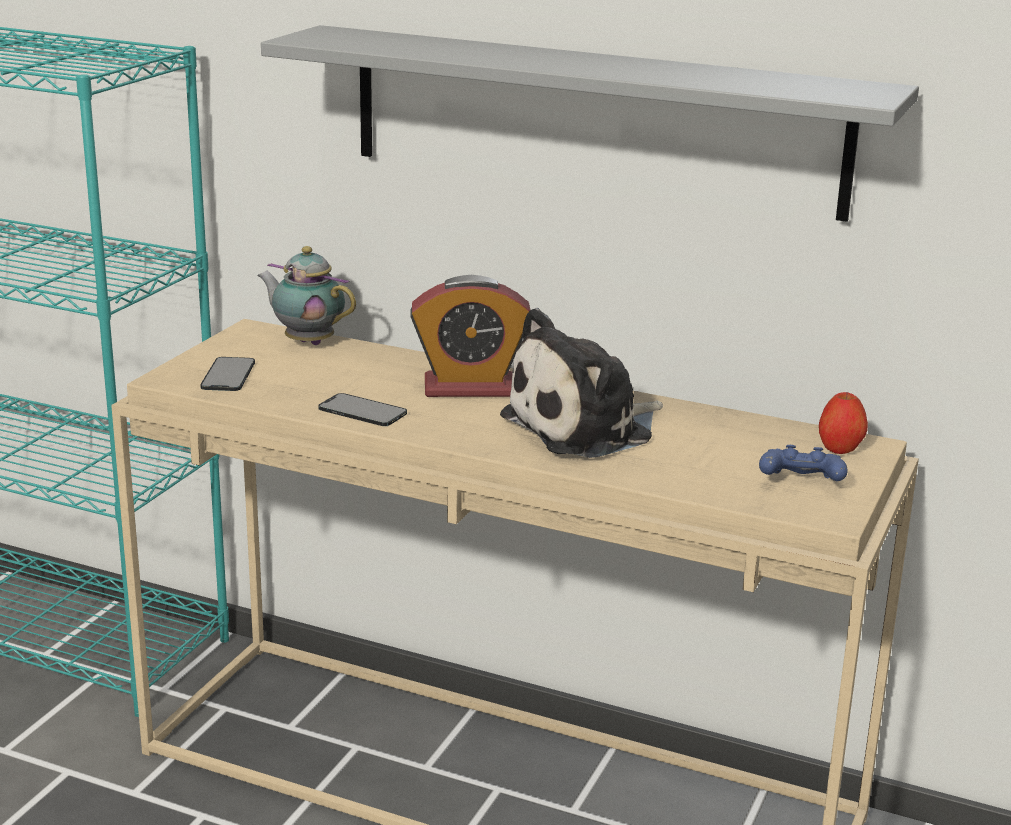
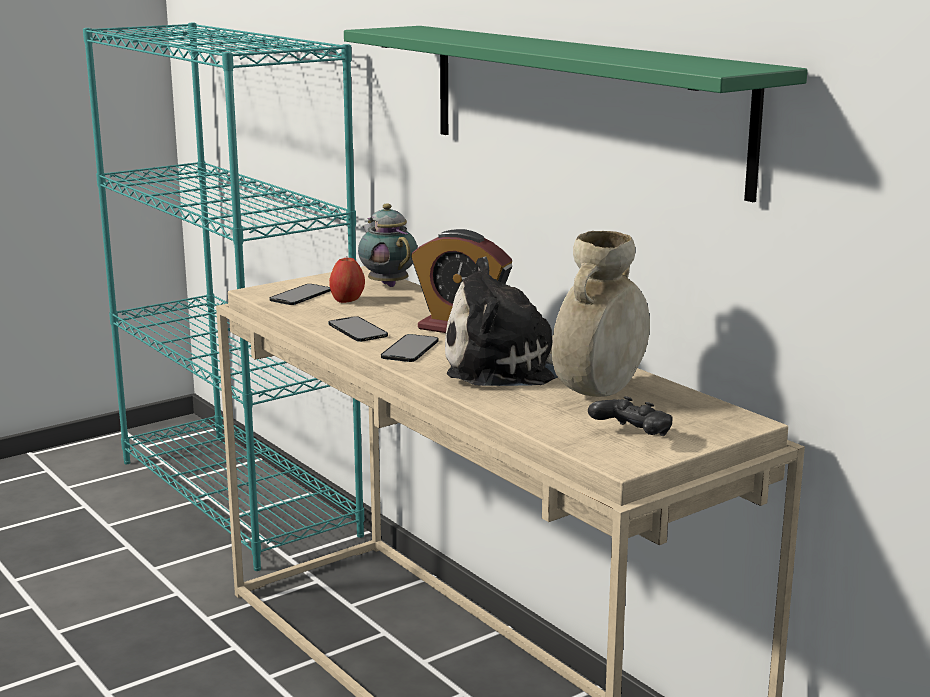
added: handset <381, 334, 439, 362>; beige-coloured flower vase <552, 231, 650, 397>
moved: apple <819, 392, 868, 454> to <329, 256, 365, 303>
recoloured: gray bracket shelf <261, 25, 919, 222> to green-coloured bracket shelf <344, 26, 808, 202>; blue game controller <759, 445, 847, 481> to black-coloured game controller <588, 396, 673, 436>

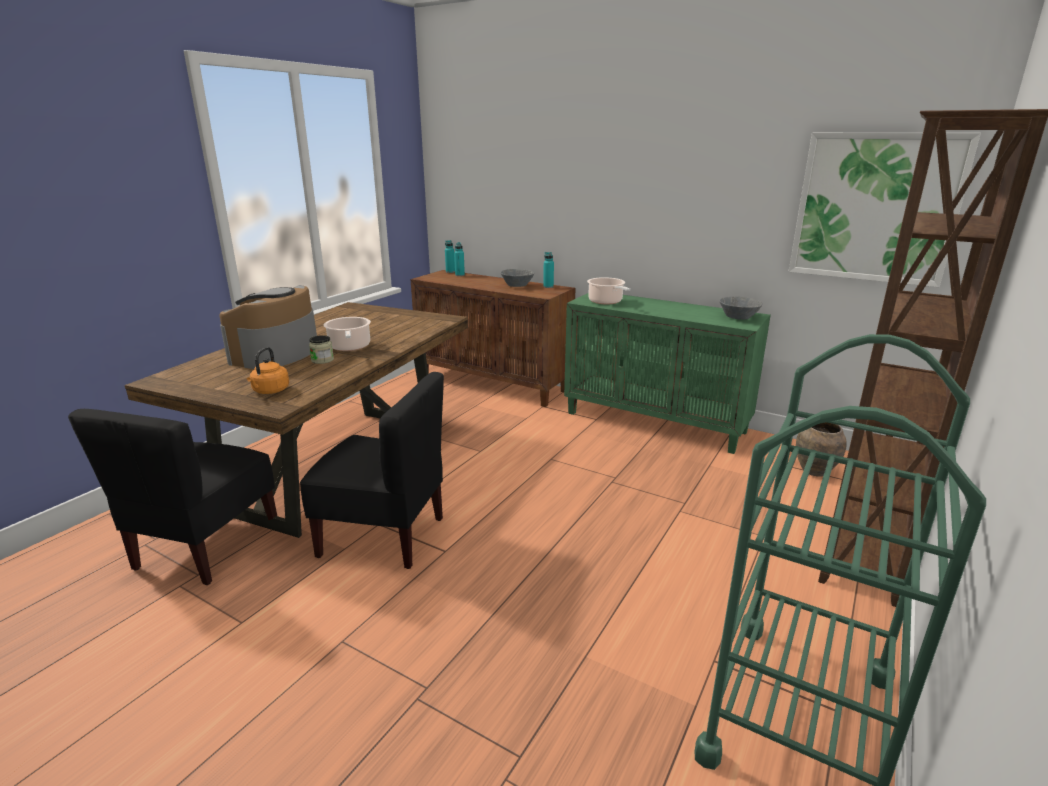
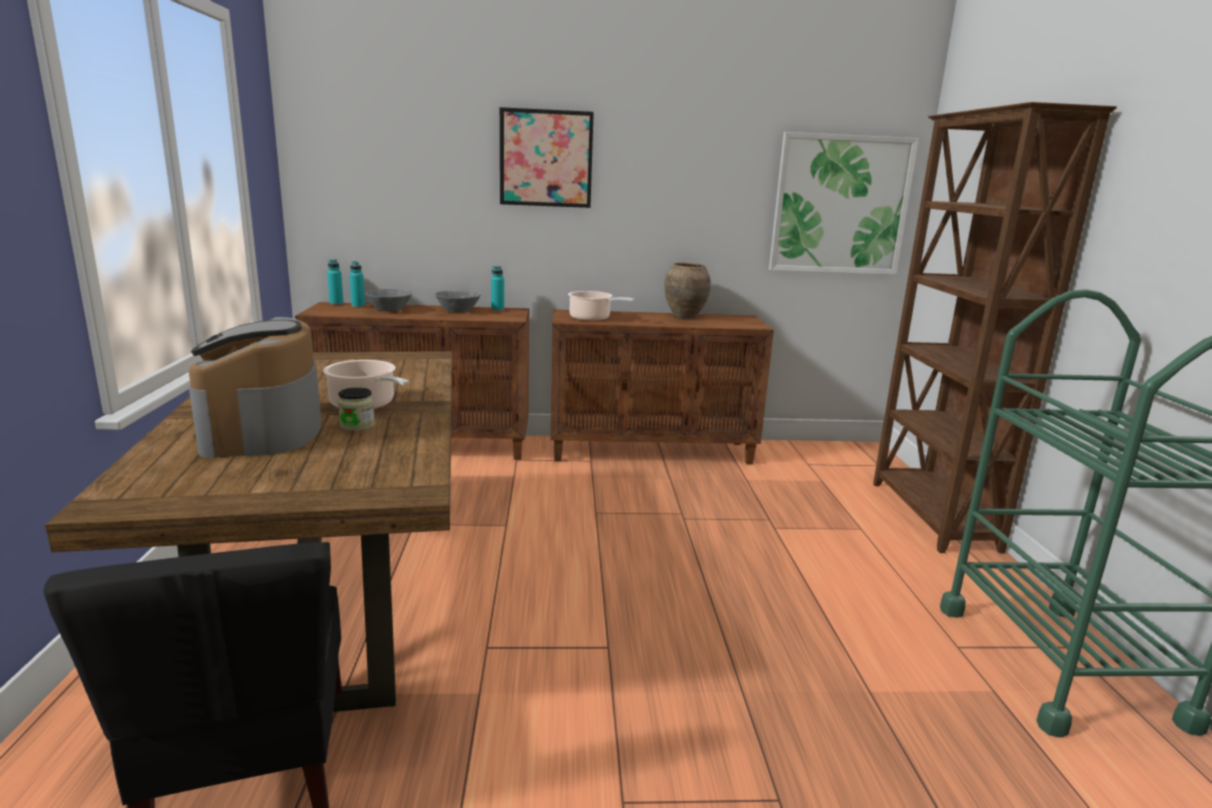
removed: orangey tea kettle <247, 347, 289, 394>; black-coloured upright chair <300, 372, 444, 569>
added: picture <500, 107, 594, 208>
moved: gray deep dish <719, 296, 762, 320> to <365, 289, 412, 312>; brown-coloured flower vase <796, 422, 847, 476> to <665, 263, 711, 319>
recoloured: green-coloured storage cabinet <564, 293, 771, 454> to brown-coloured storage cabinet <550, 310, 774, 465>

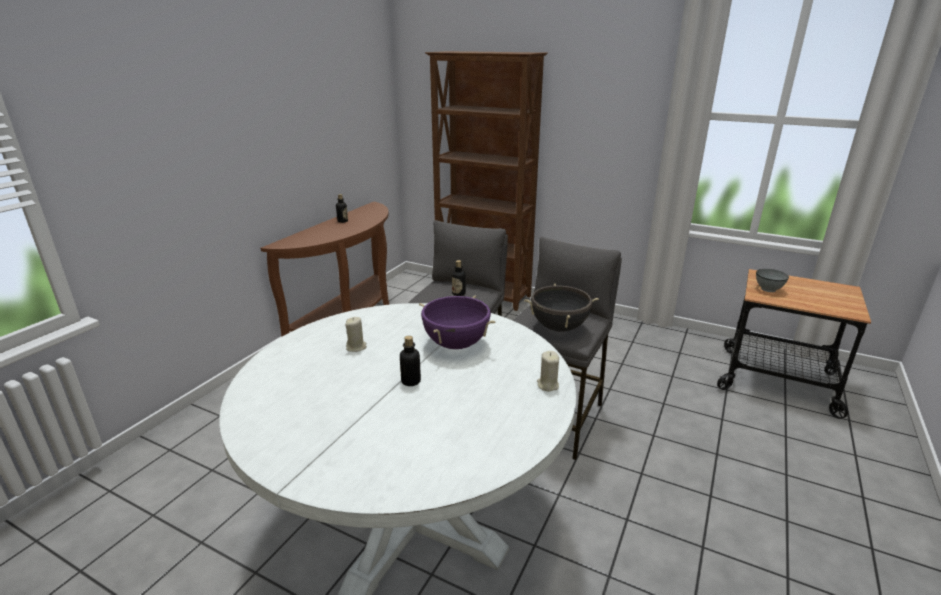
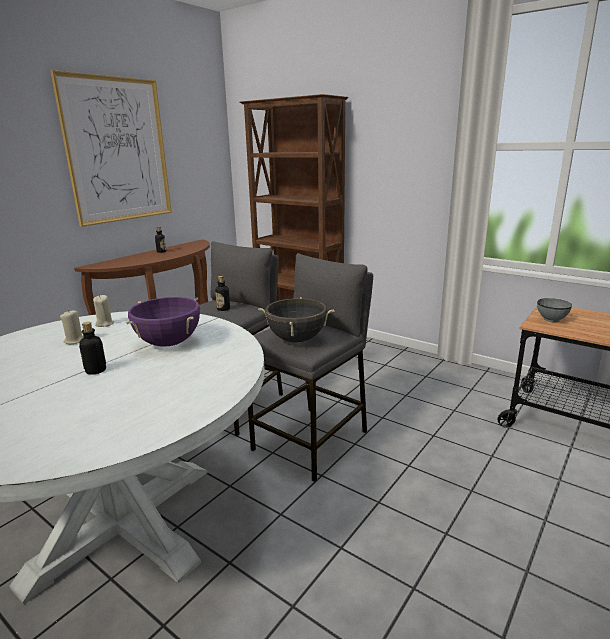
added: picture <50, 70, 172, 227>
moved: beige-coloured candle <537, 351, 559, 392> to <93, 295, 114, 327>

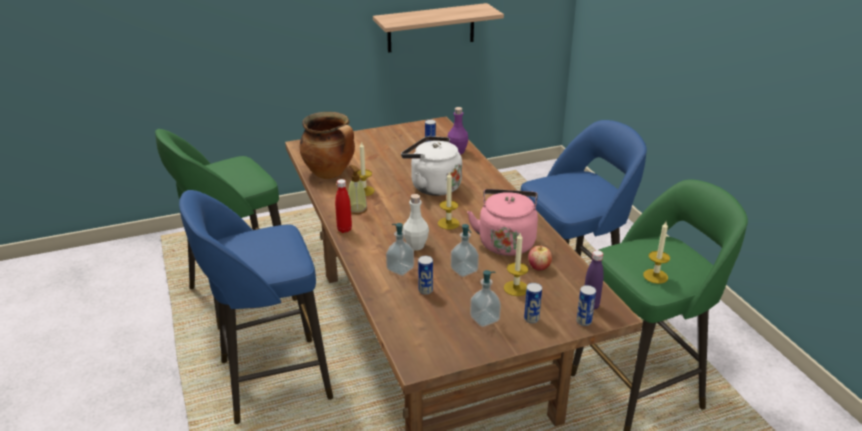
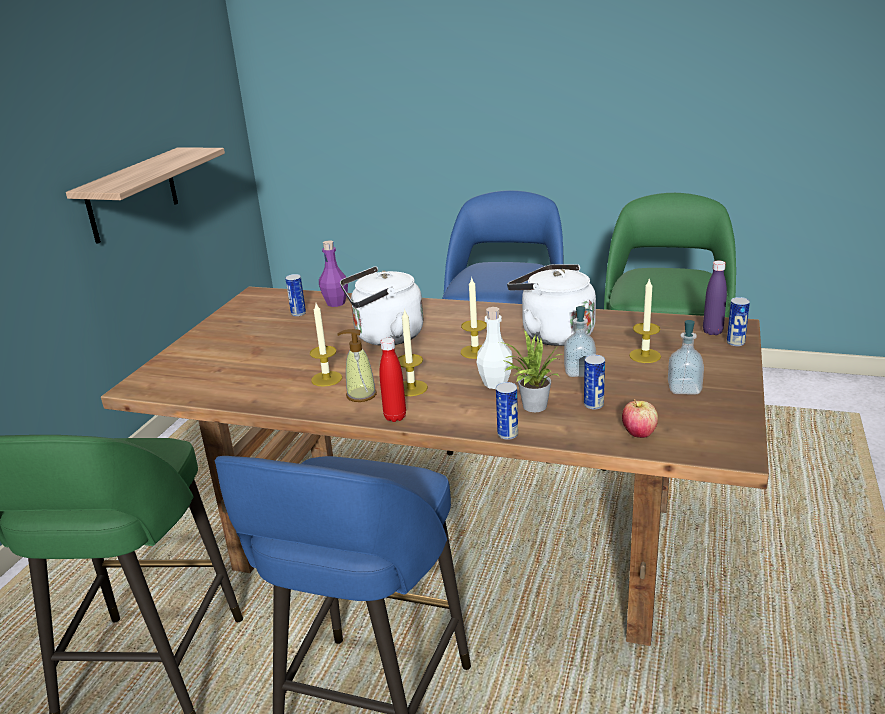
removed: stockpot <300, 112, 355, 179>
moved: metal can <524, 283, 542, 323> to <496, 382, 518, 440>; apple <528, 245, 552, 271> to <622, 399, 658, 438>; candle <643, 222, 670, 284> to <398, 309, 428, 396>
replaced: liquid soap bottle <386, 223, 414, 276> to houseplant <499, 330, 563, 412>
recoloured: pink-coloured tea kettle <467, 189, 538, 256> to whitish tea kettle <507, 264, 596, 346>

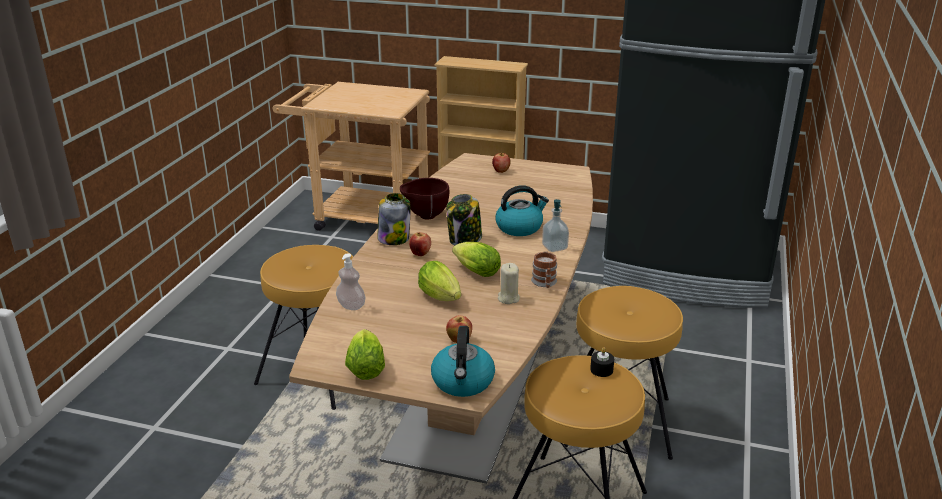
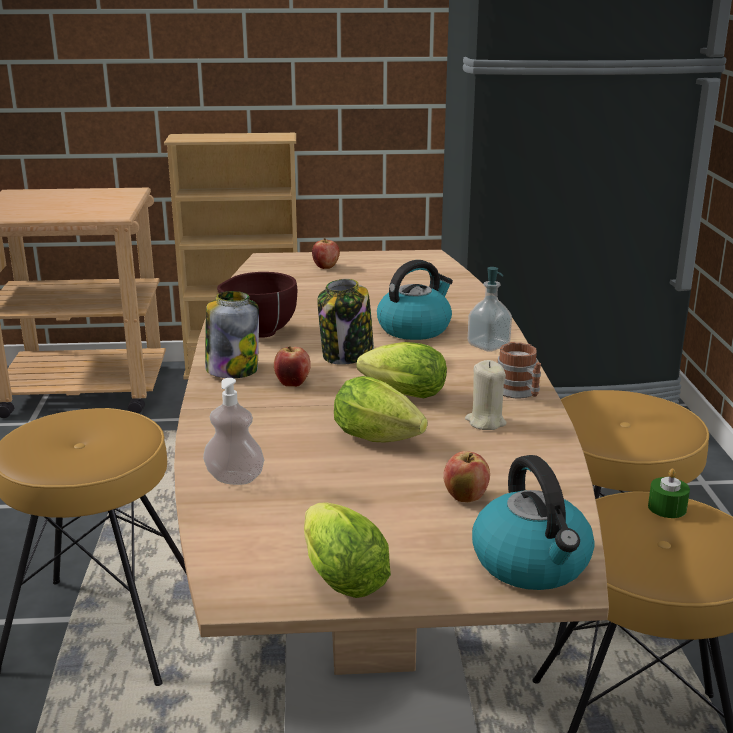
recoloured: black-coloured candle <590, 347, 614, 377> to green-coloured candle <648, 469, 690, 518>

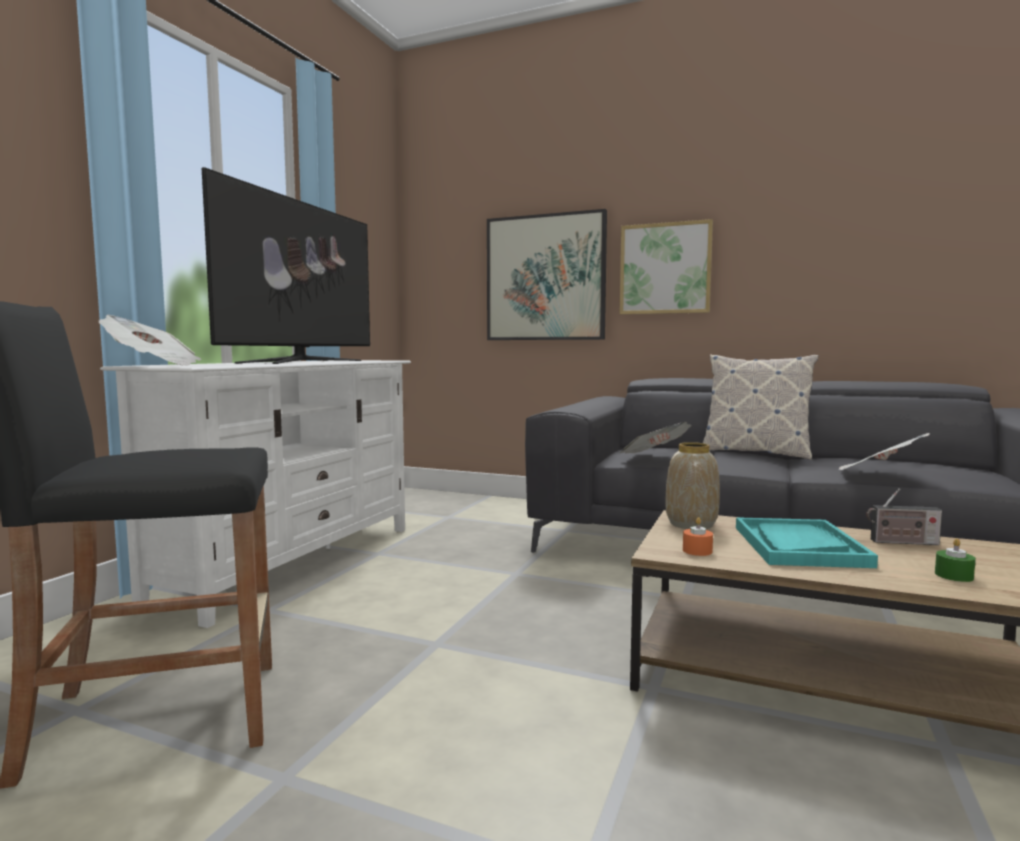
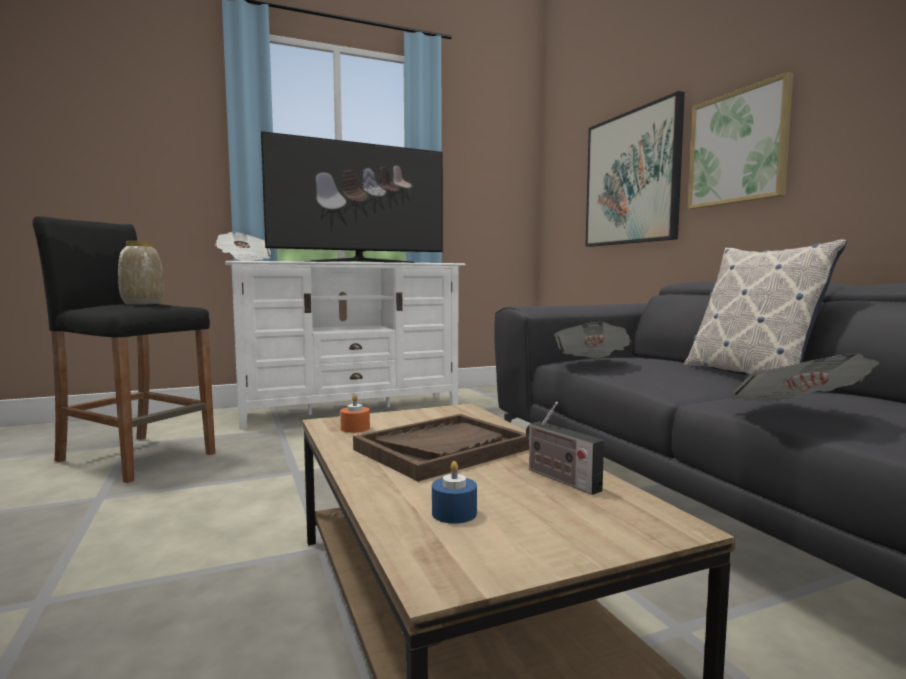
moved: flower vase <666, 442, 720, 529> to <118, 241, 164, 305>
recoloured: turquoise-coloured carrying tray <736, 517, 878, 568> to brown-coloured carrying tray <353, 414, 529, 482>; green-coloured candle <935, 538, 976, 582> to blue candle <432, 461, 477, 524>

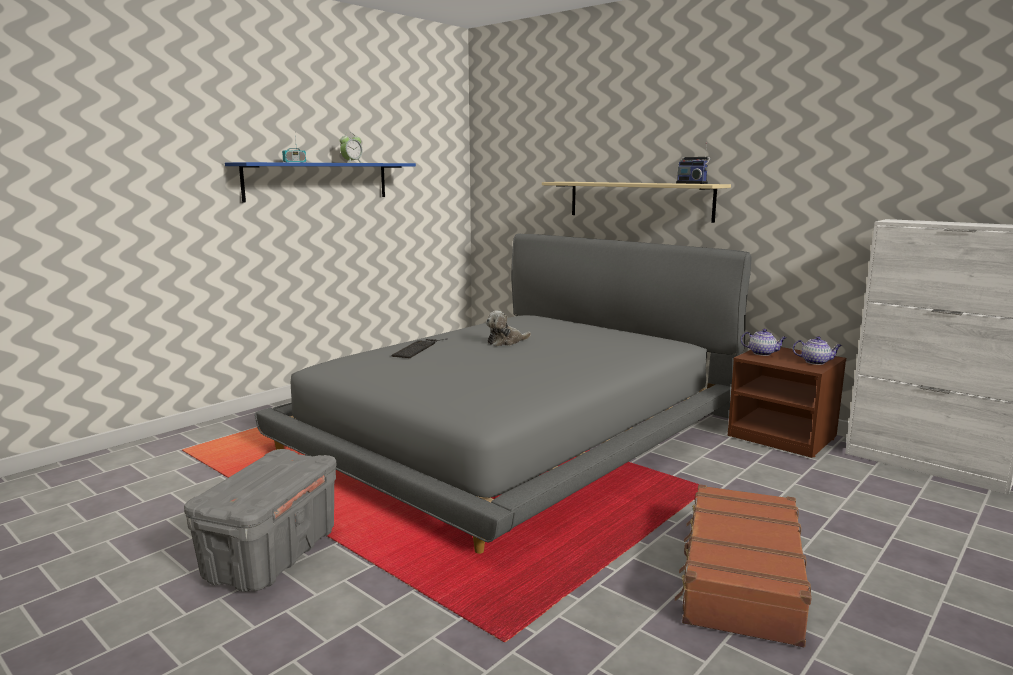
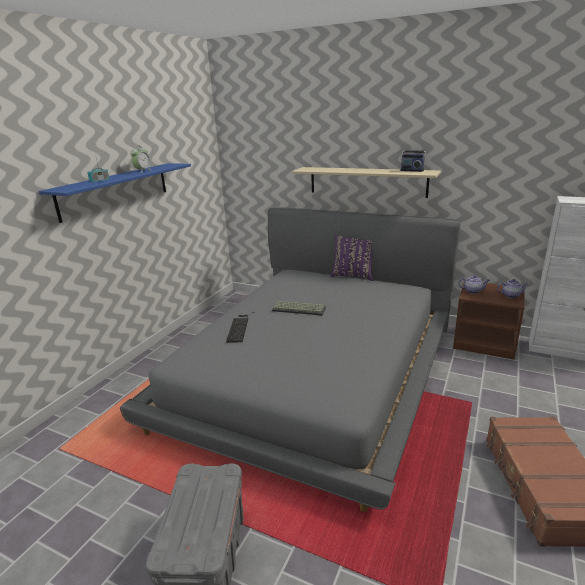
added: purplish cushion <330, 235, 373, 281>
replaced: cuddly toy <486, 310, 531, 346> to keyboard <272, 301, 326, 315>

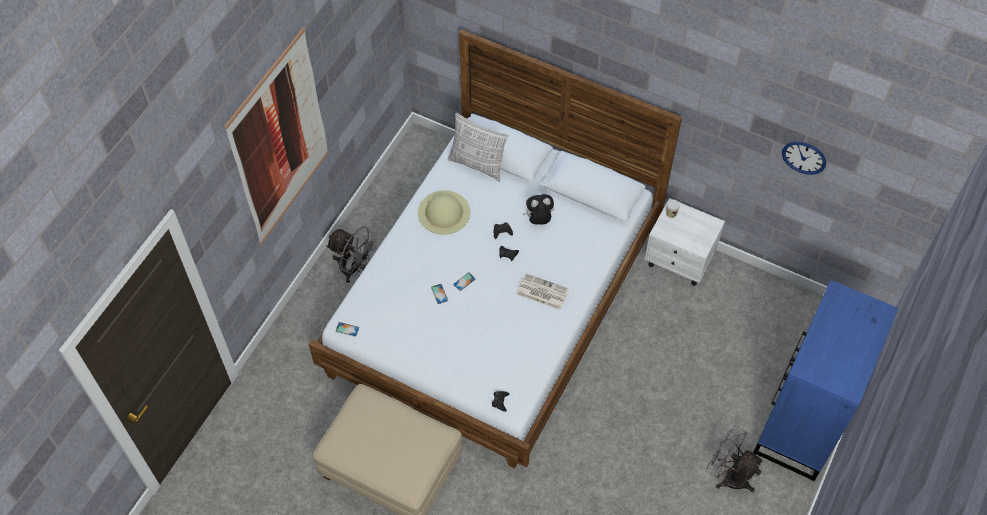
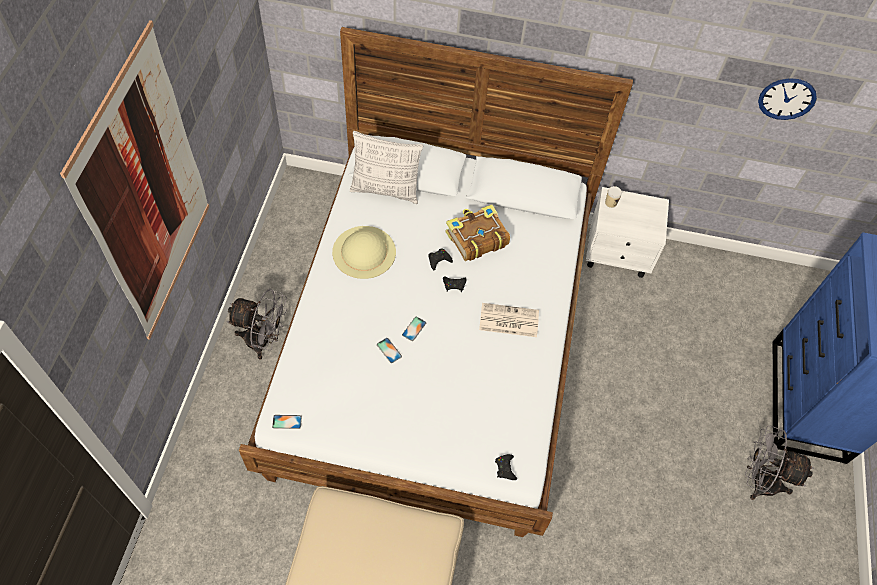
replaced: cuddly toy <523, 194, 554, 225> to bound book <446, 205, 510, 261>

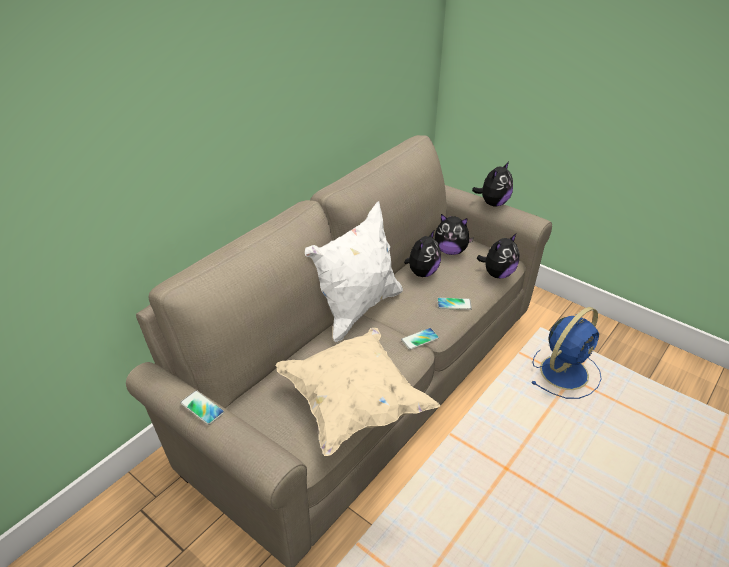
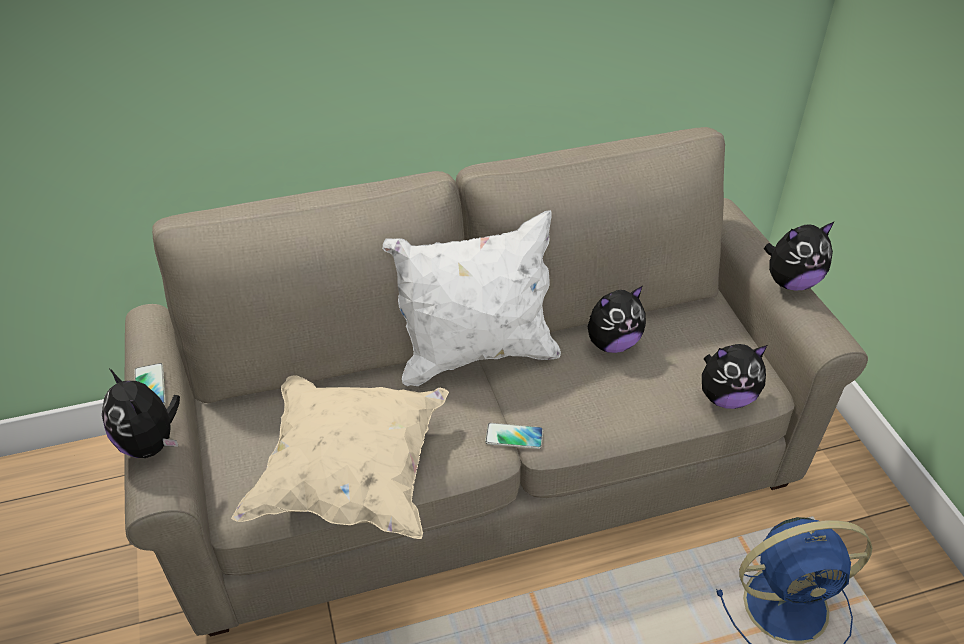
removed: handset <437, 298, 472, 310>
moved: cuddly toy <435, 214, 474, 255> to <102, 369, 180, 458>

